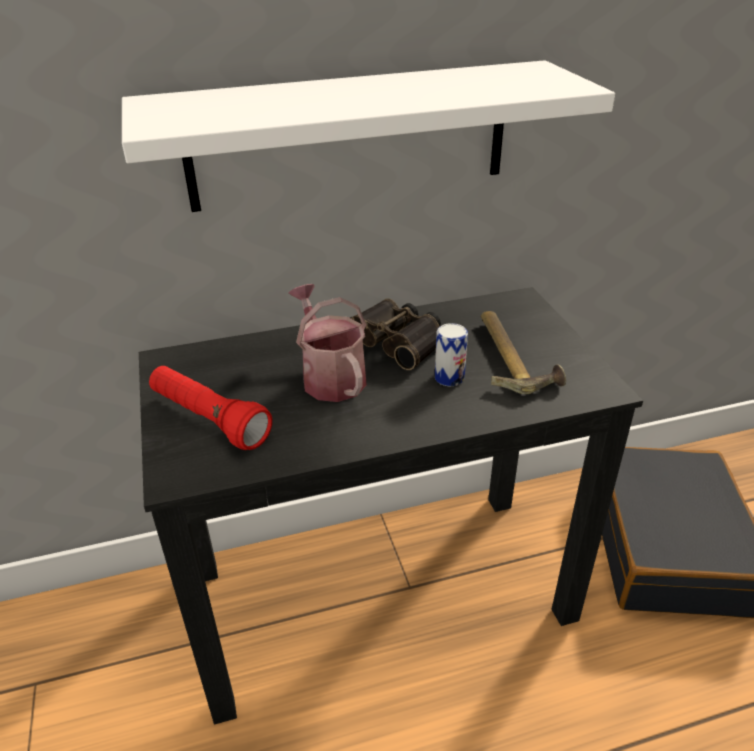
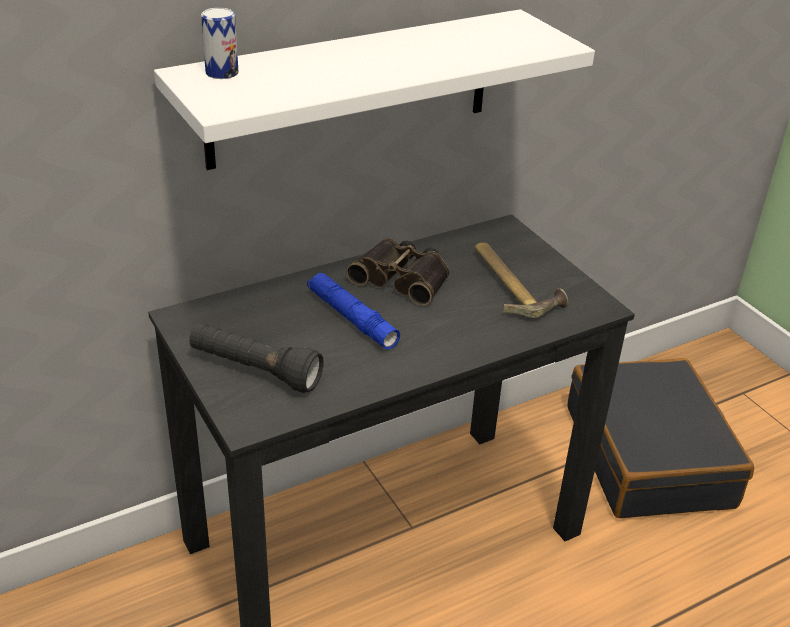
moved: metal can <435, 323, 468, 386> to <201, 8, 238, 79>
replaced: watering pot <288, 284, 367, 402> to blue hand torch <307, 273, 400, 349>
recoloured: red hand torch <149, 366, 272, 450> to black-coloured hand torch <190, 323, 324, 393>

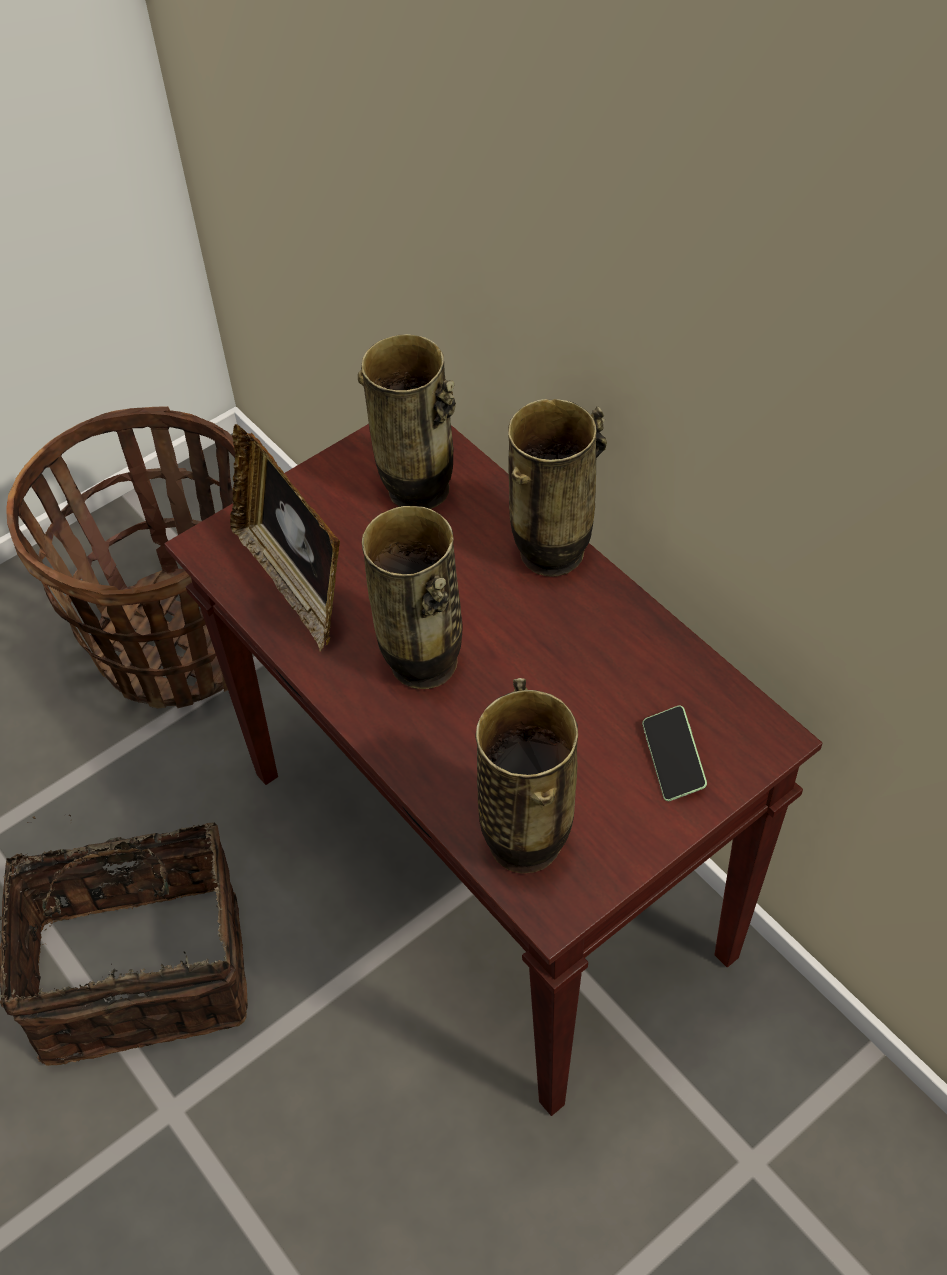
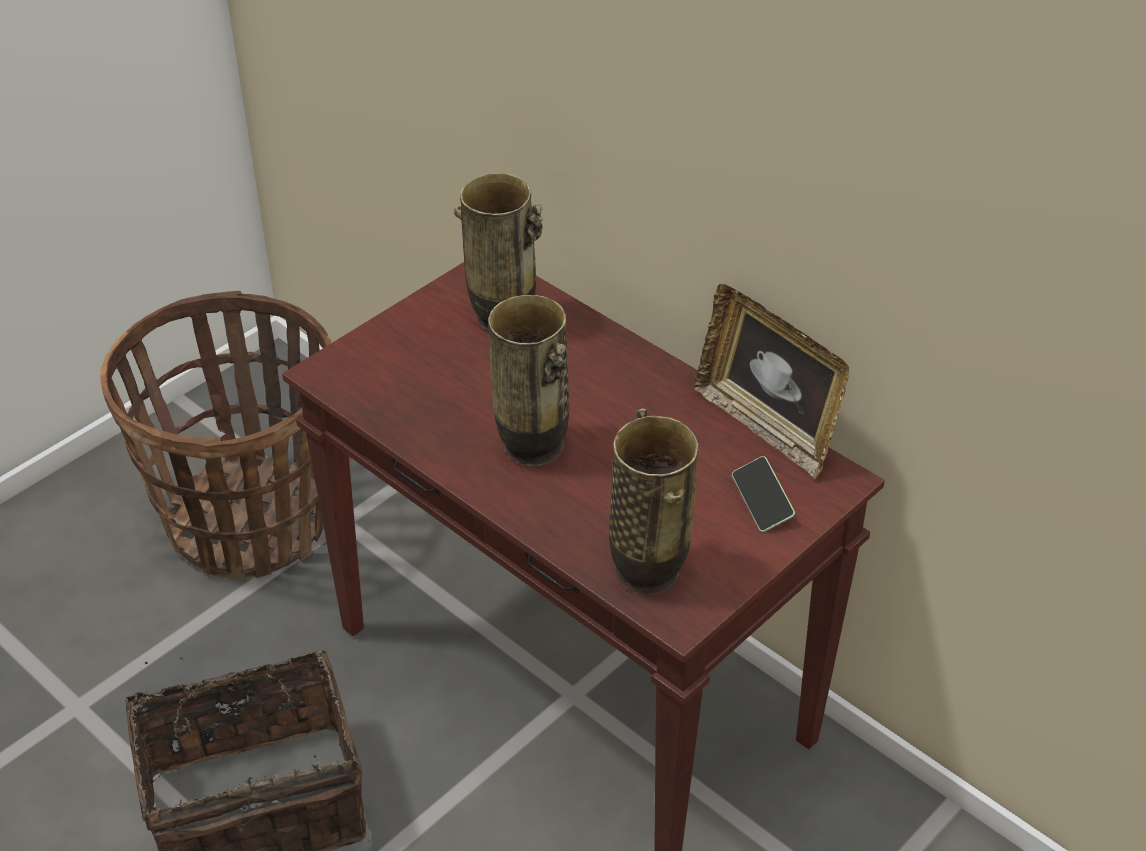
removed: flower vase <508, 399, 607, 577>
moved: photo frame <230, 424, 340, 652> to <694, 284, 849, 479>

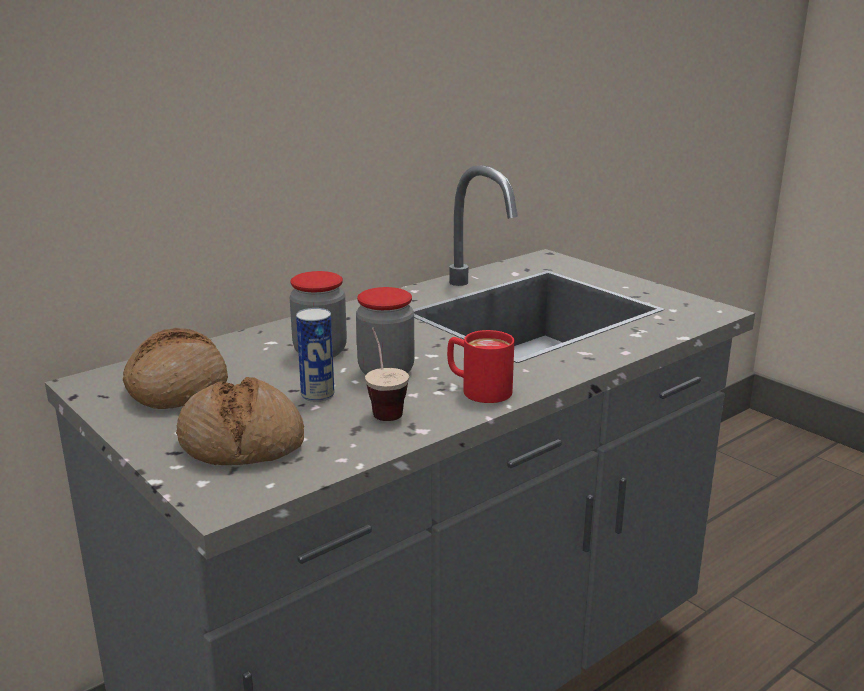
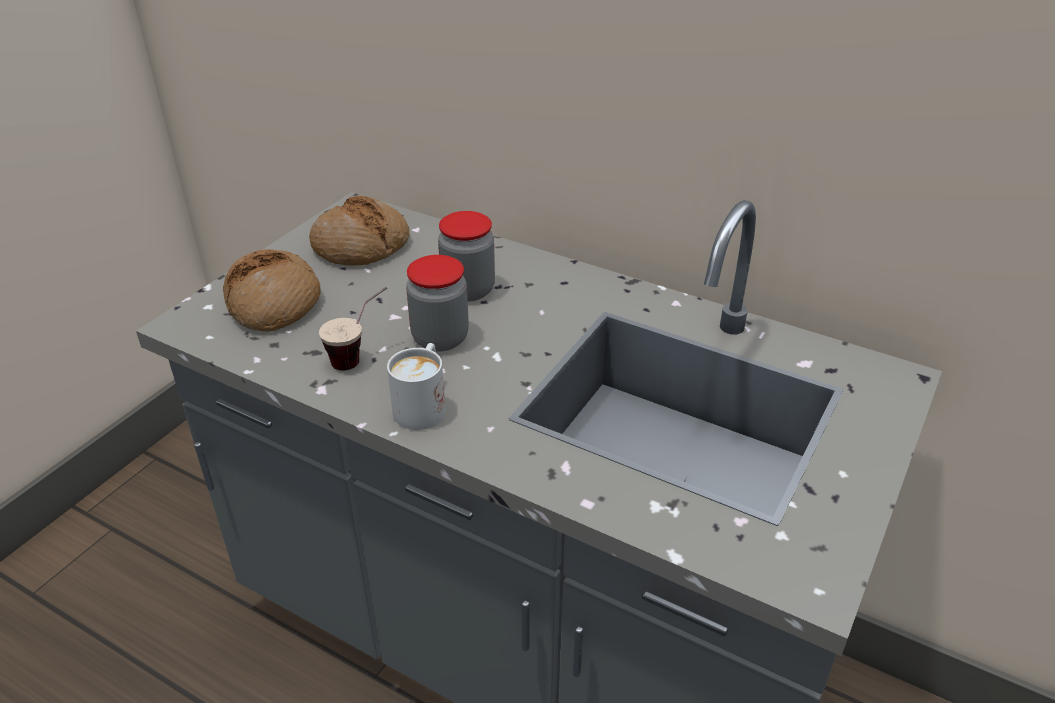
removed: metal can <296, 308, 335, 402>
recoloured: red mug <447, 330, 514, 403> to whitish mug <387, 343, 445, 430>

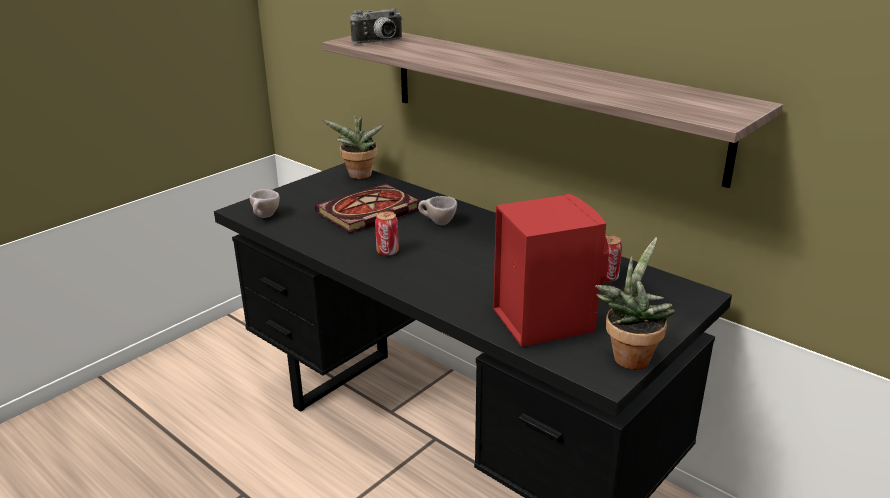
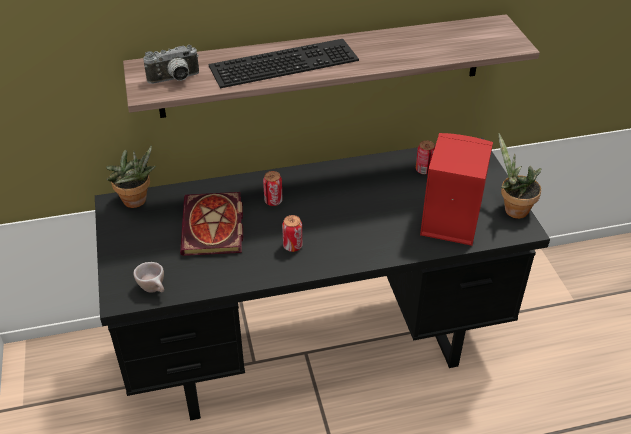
added: keyboard <208, 39, 359, 88>
replaced: beige-coloured drinking cup <418, 196, 457, 225> to metal can <263, 171, 283, 206>
turned: photo camera <350, 8, 403, 44> = <143, 45, 199, 84> 60 degrees clockwise

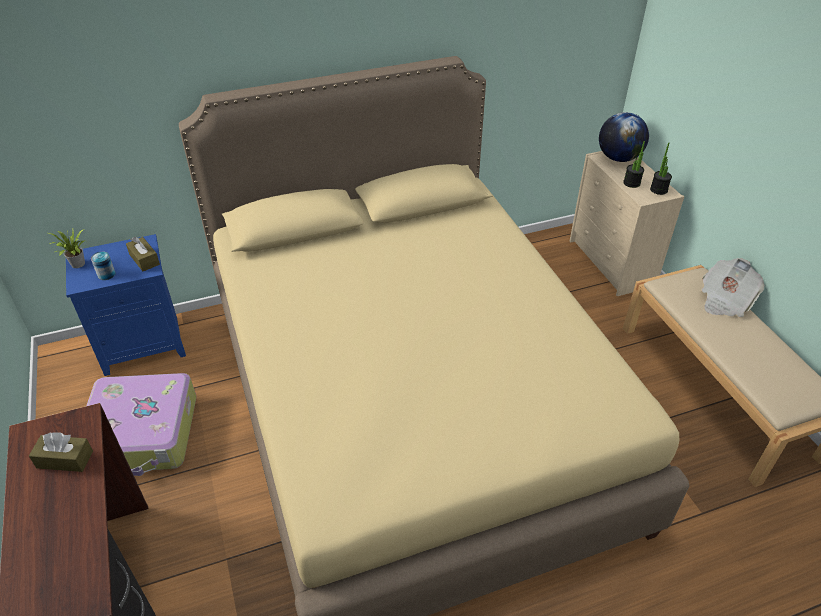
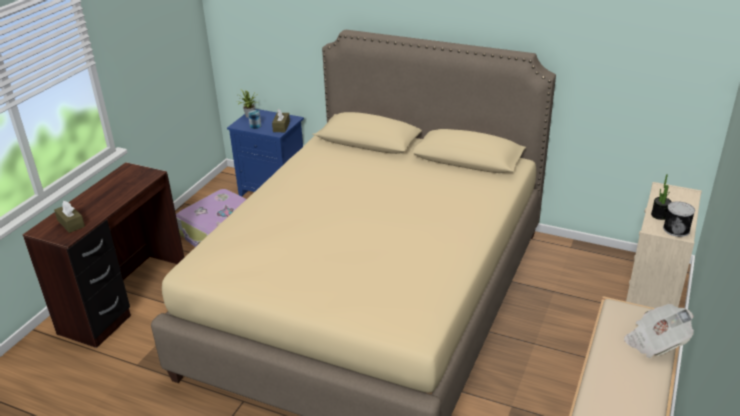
removed: world globe <599, 112, 649, 162>
moved: brown-coloured tissue box <29, 432, 93, 472> to <54, 201, 85, 233>
replaced: houseplant <650, 142, 672, 195> to metal can <663, 201, 695, 237>

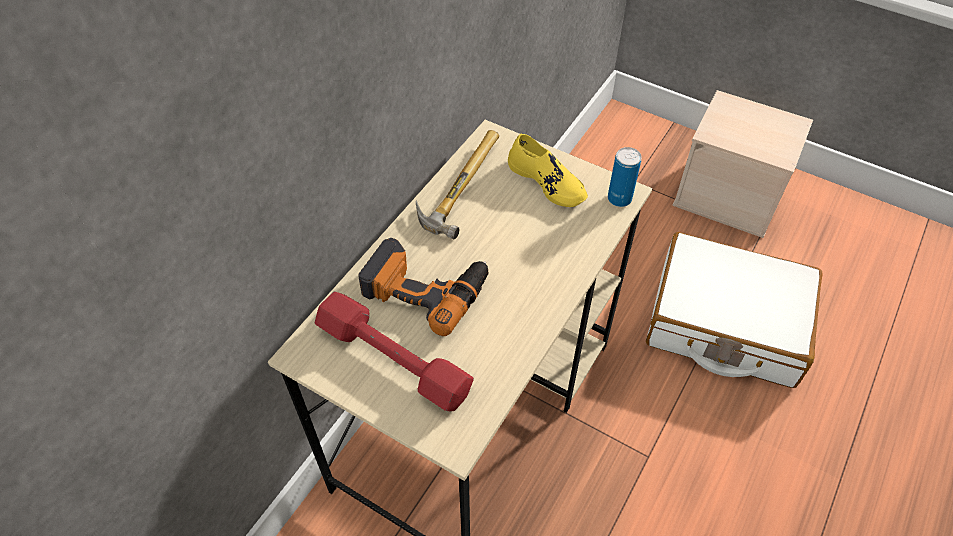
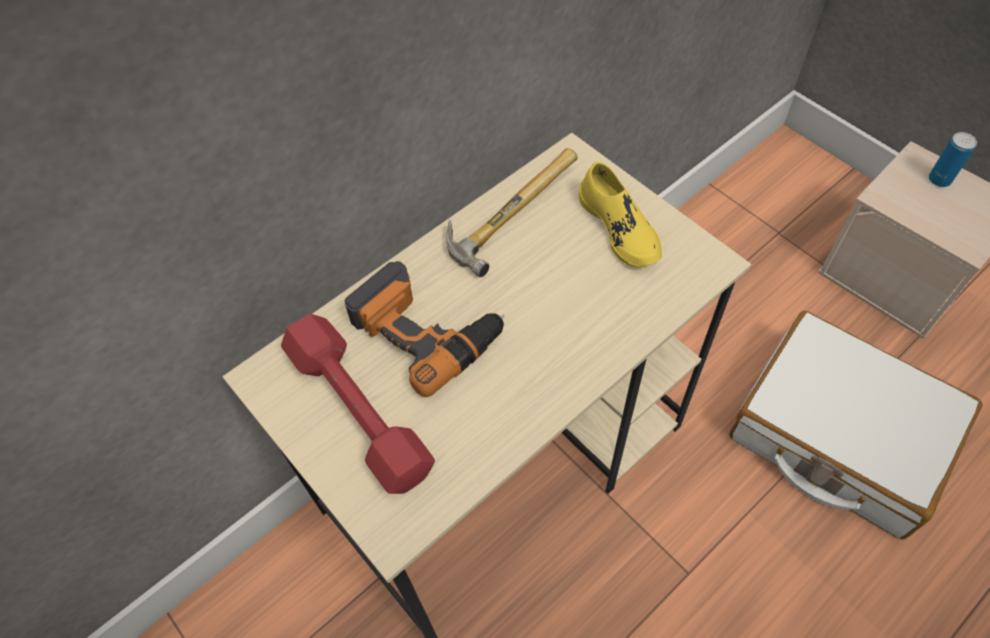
moved: metal can <608, 147, 642, 207> to <929, 132, 977, 187>

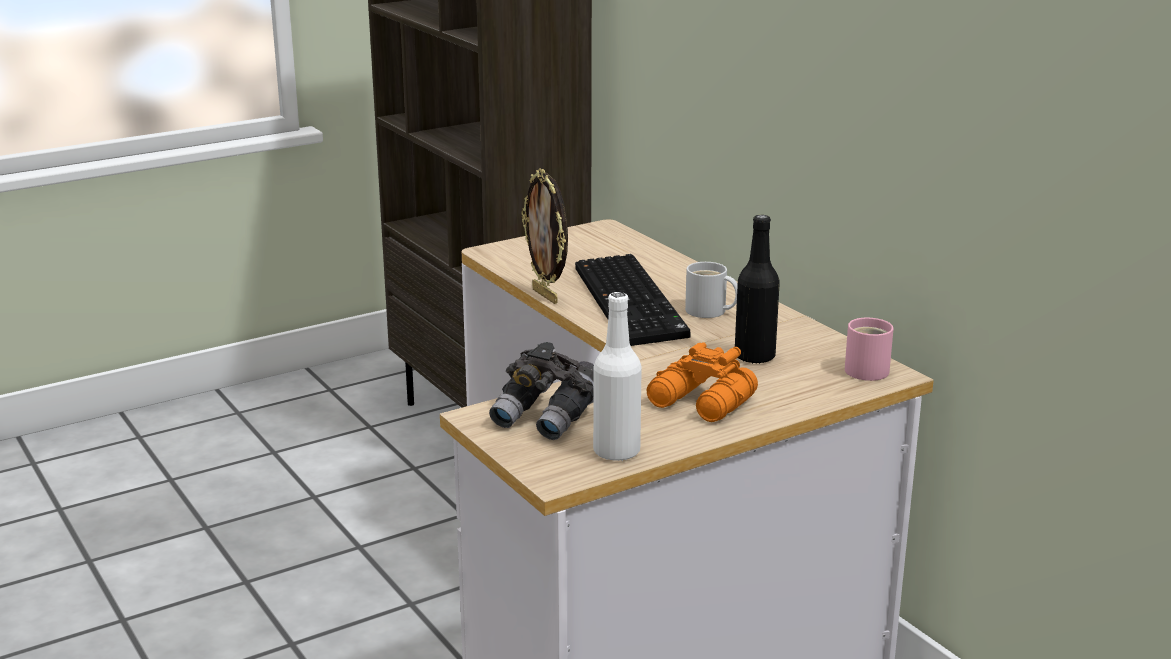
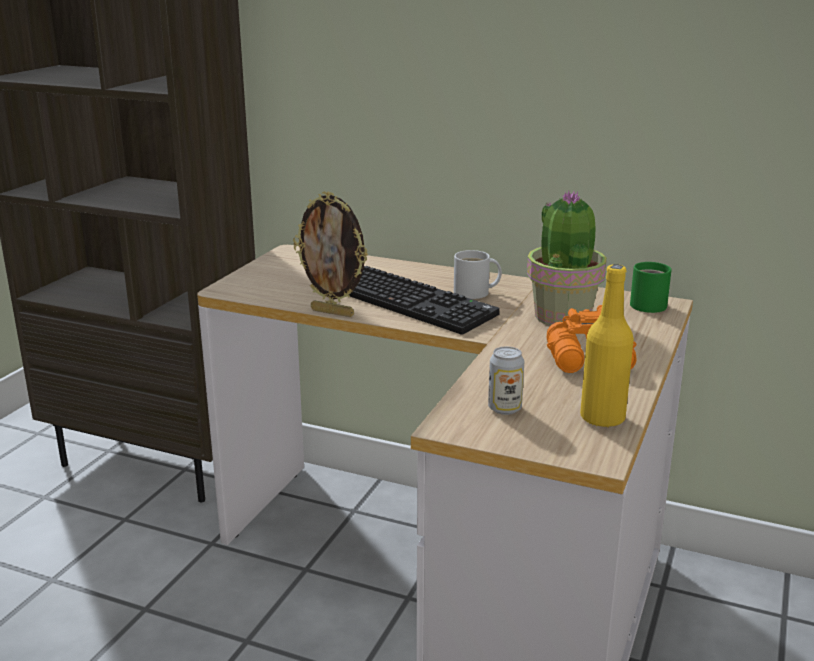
replaced: gray binoculars <489, 342, 594, 440> to metal can <488, 347, 524, 415>; black-coloured drink bottle <735, 215, 780, 364> to houseplant <527, 191, 607, 326>
recoloured: whitish drink bottle <593, 292, 642, 461> to yellowish drink bottle <580, 264, 634, 427>; pink-coloured mug <845, 318, 894, 381> to green-coloured mug <630, 262, 671, 313>

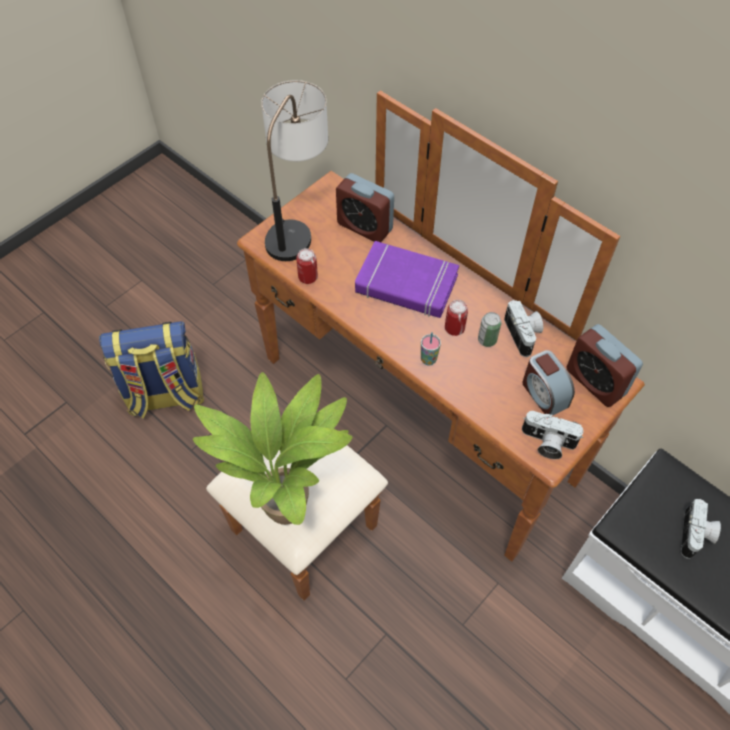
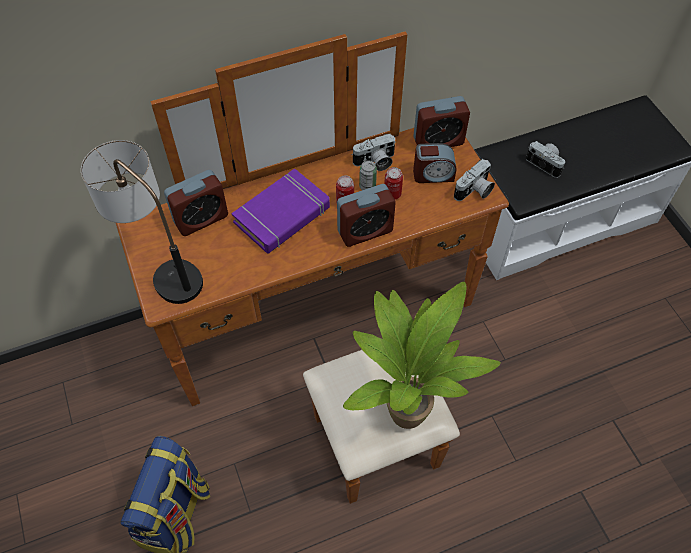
moved: metal can <296, 248, 318, 284> to <384, 167, 403, 199>
replaced: drinking cup <421, 332, 441, 366> to bedside clock <337, 184, 396, 247>
turned: photo camera <504, 300, 543, 357> = <353, 134, 396, 171> 150 degrees clockwise

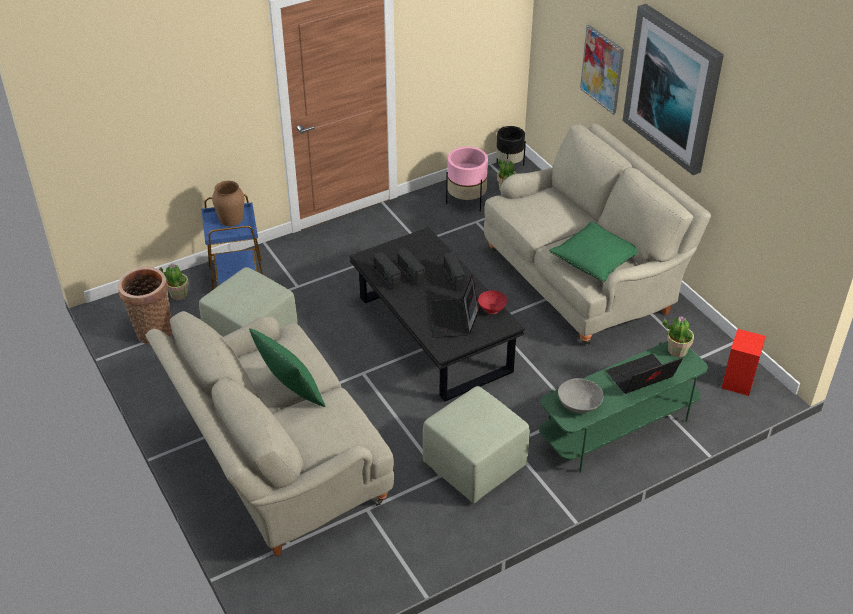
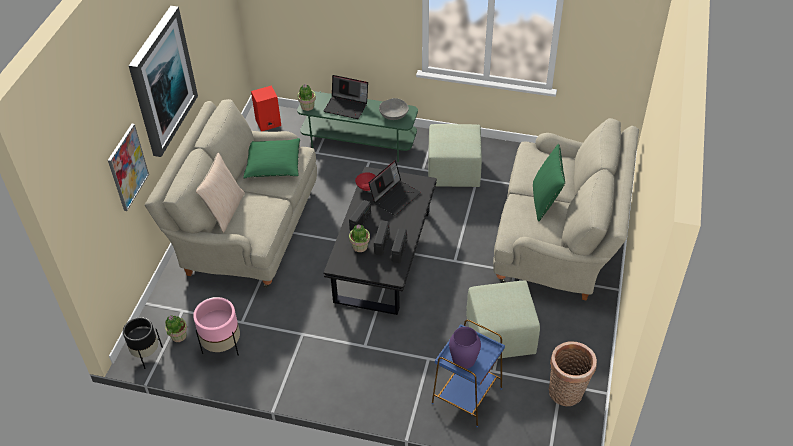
added: beige-coloured cushion <196, 152, 245, 233>
moved: houseplant <159, 264, 189, 300> to <349, 224, 370, 252>
recoloured: brown-coloured flower vase <212, 181, 244, 226> to purplish flower vase <449, 327, 481, 369>

